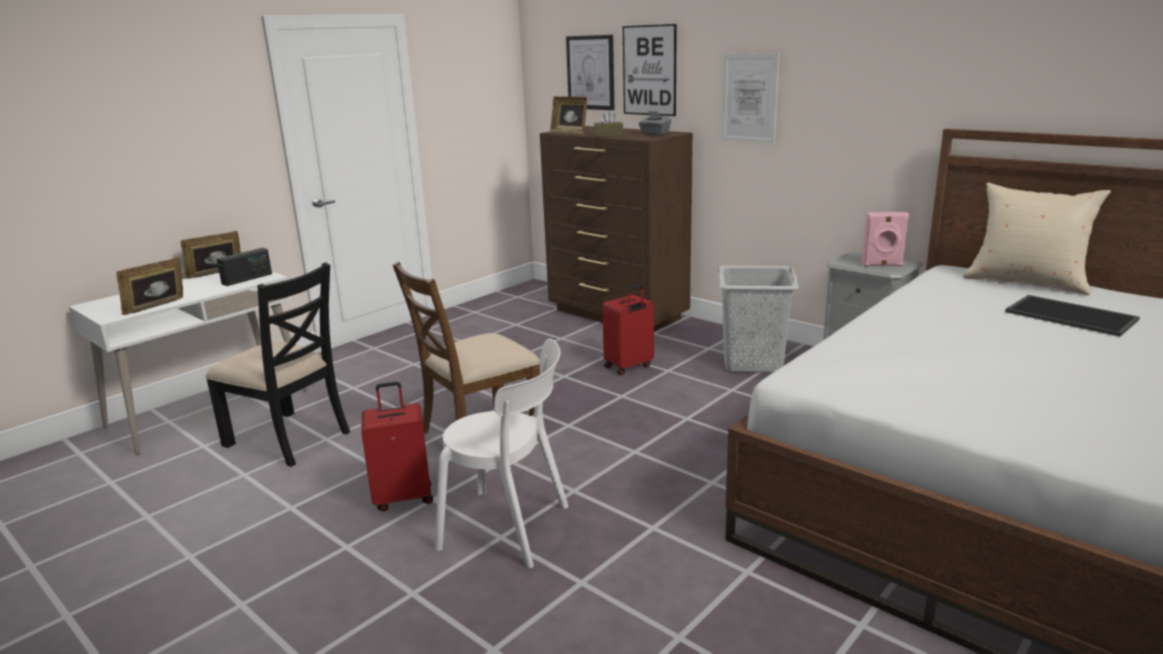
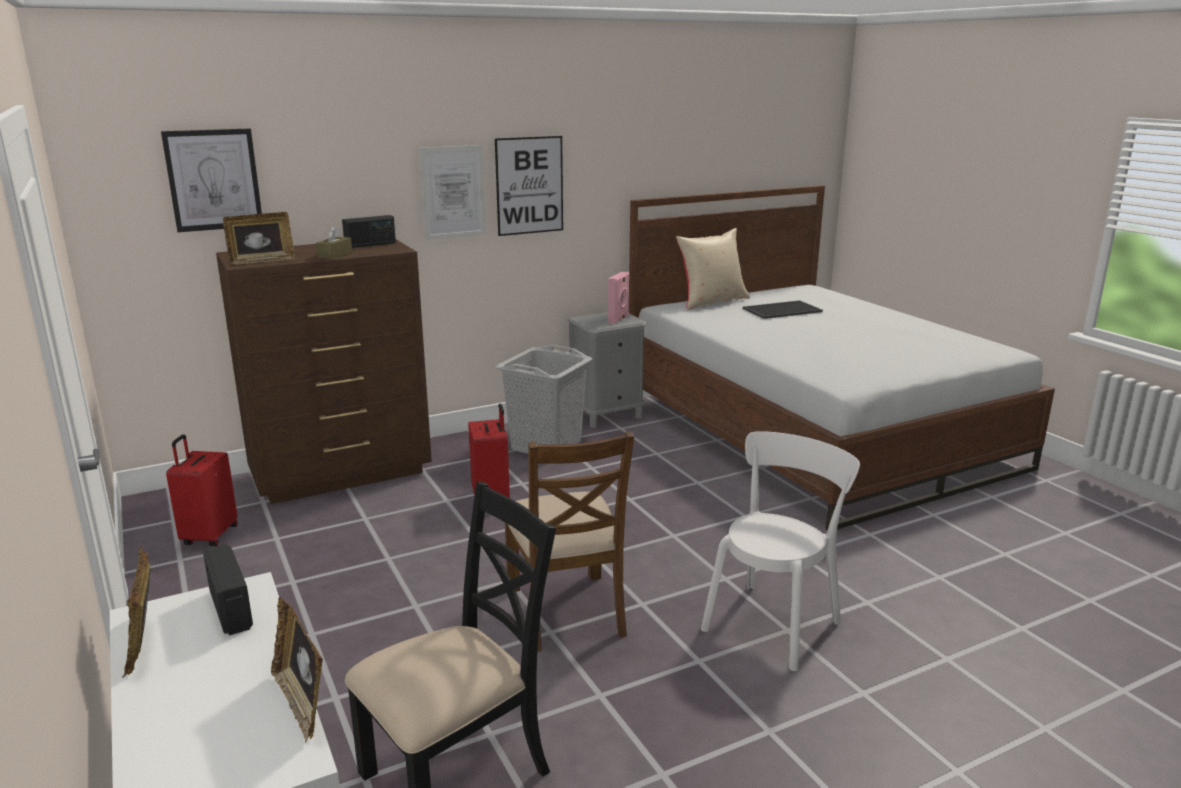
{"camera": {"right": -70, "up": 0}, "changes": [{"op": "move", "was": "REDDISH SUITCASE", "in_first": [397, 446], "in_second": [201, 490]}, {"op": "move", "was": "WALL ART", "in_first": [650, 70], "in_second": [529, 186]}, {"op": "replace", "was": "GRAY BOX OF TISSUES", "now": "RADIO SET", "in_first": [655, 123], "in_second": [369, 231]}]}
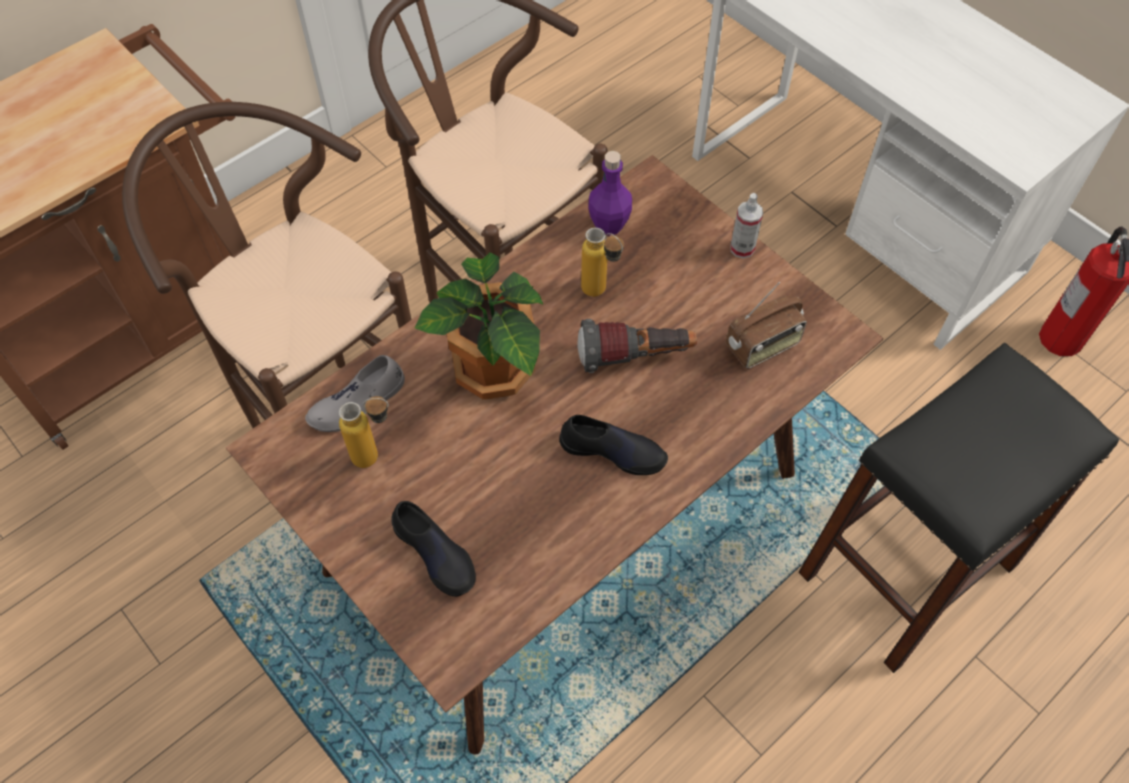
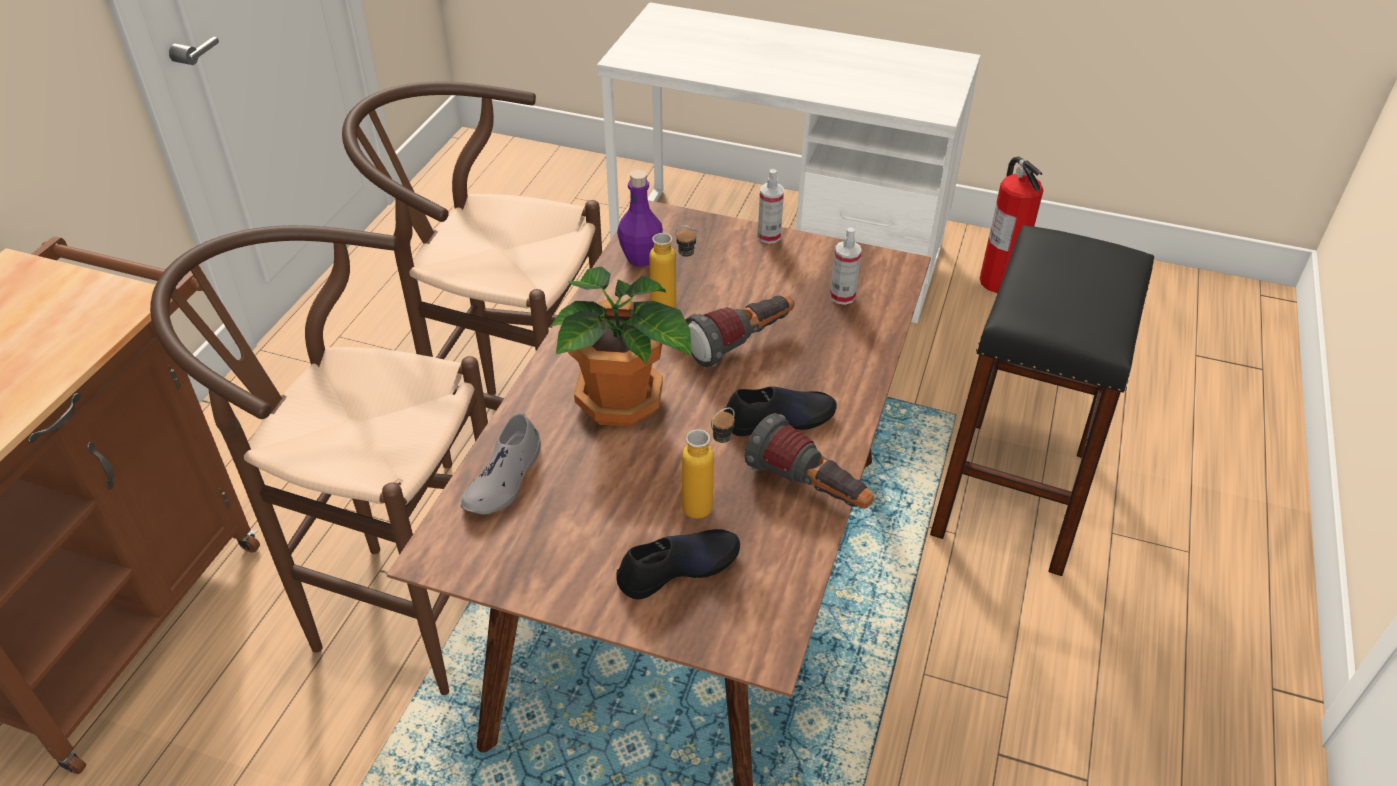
{"camera": {"right": -30, "up": -15}, "changes": [{"op": "move", "was": "DRINK BOTTLE", "in_first": [364, 432], "in_second": [708, 463]}, {"op": "rotate", "was": "BLACK LOW SHOE", "in_first": [433, 549], "in_second": [678, 564], "clockwise": -45}, {"op": "replace", "was": "RADIO SET", "now": "SPRAYER", "in_first": [766, 325], "in_second": [846, 266]}, {"op": "insert", "now": "FLASHLIGHT", "in_second": [809, 461]}]}
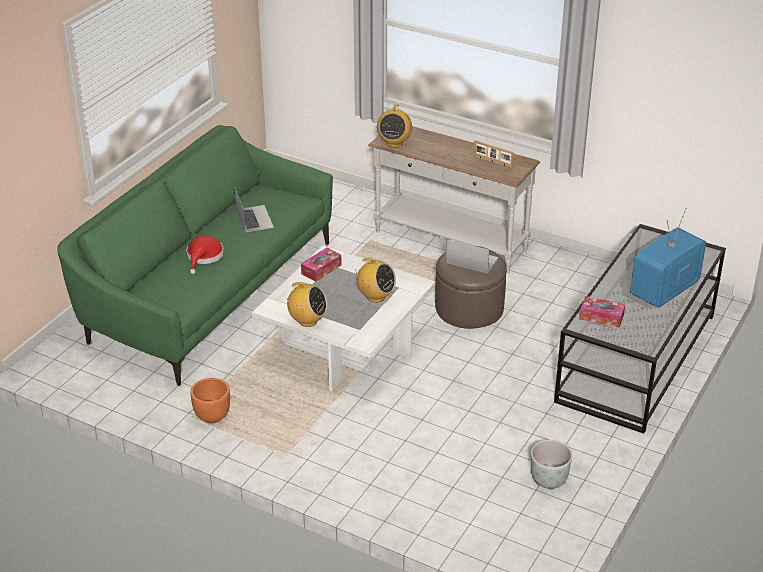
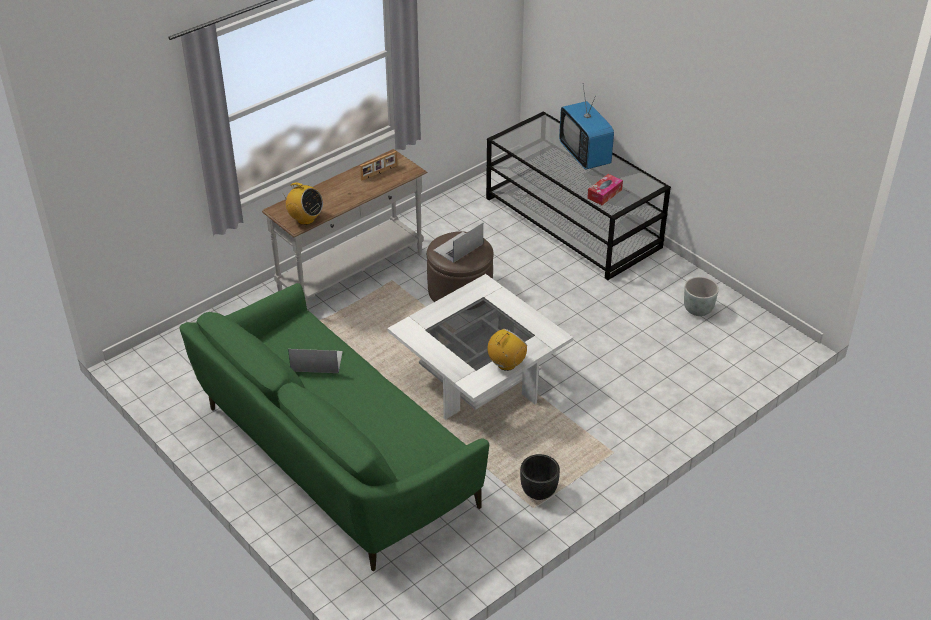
{"camera": {"right": -70, "up": 5}, "changes": [{"op": "delete", "was": "REDDISH WEARABLE HAT", "in_first": [205, 254]}, {"op": "recolor", "was": "ORANGE-COLOURED PLANTER", "now": "BLACK PLANTER", "in_first": [210, 401], "in_second": [540, 477]}, {"op": "delete", "was": "BOX OF TISSUES", "in_first": [321, 265]}, {"op": "delete", "was": "RADIO SET", "in_first": [375, 280]}]}
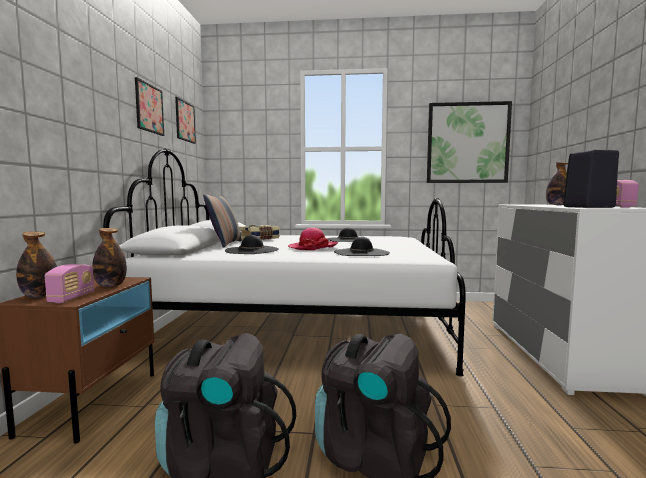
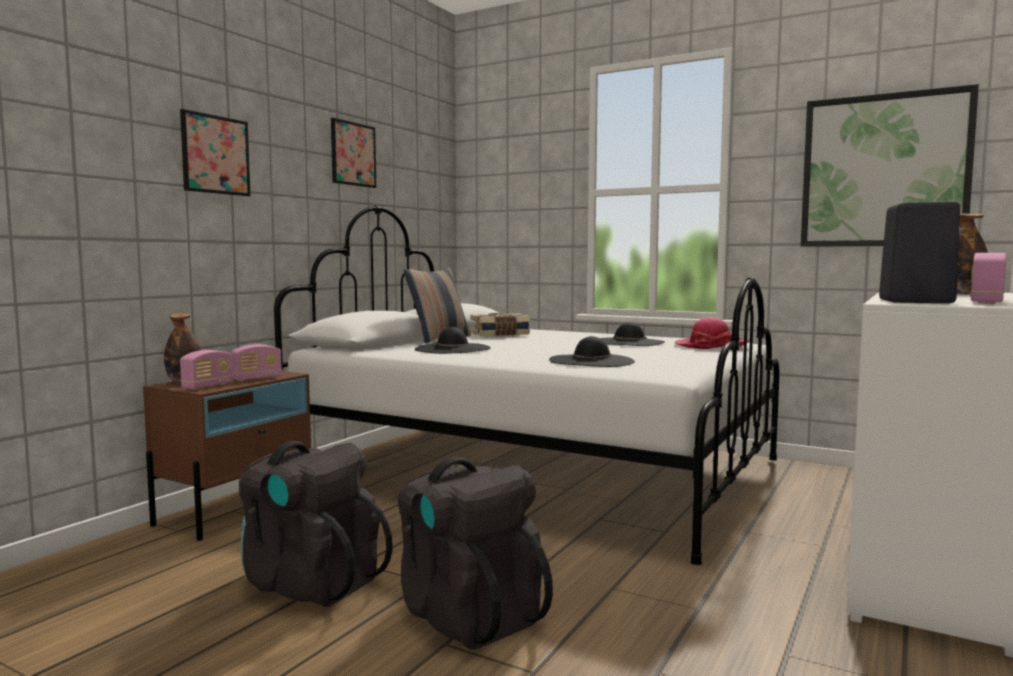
{"camera": {"right": 25, "up": 0}, "changes": [{"op": "replace", "was": "DRINK BOTTLE", "now": "RADIO SET", "in_first": [109, 257], "in_second": [256, 362]}, {"op": "move", "was": "WALL ART", "in_first": [185, 120], "in_second": [215, 152]}, {"op": "move", "was": "WEARABLE HAT", "in_first": [313, 239], "in_second": [712, 333]}]}
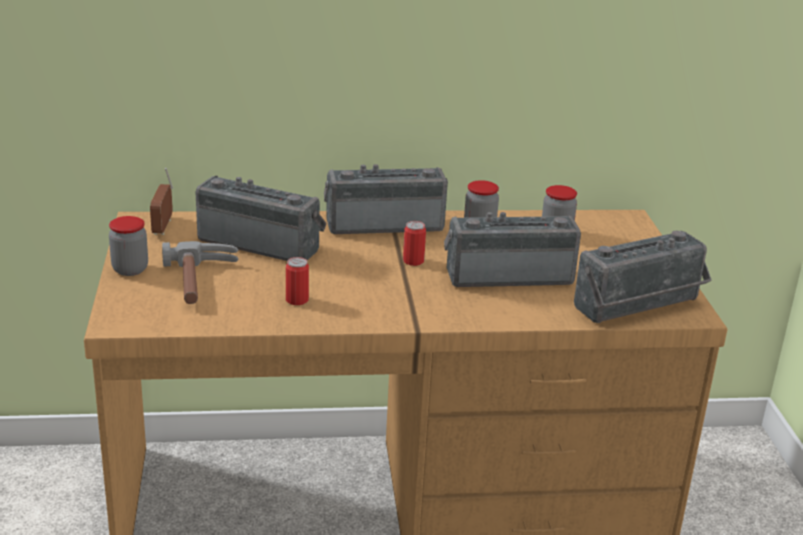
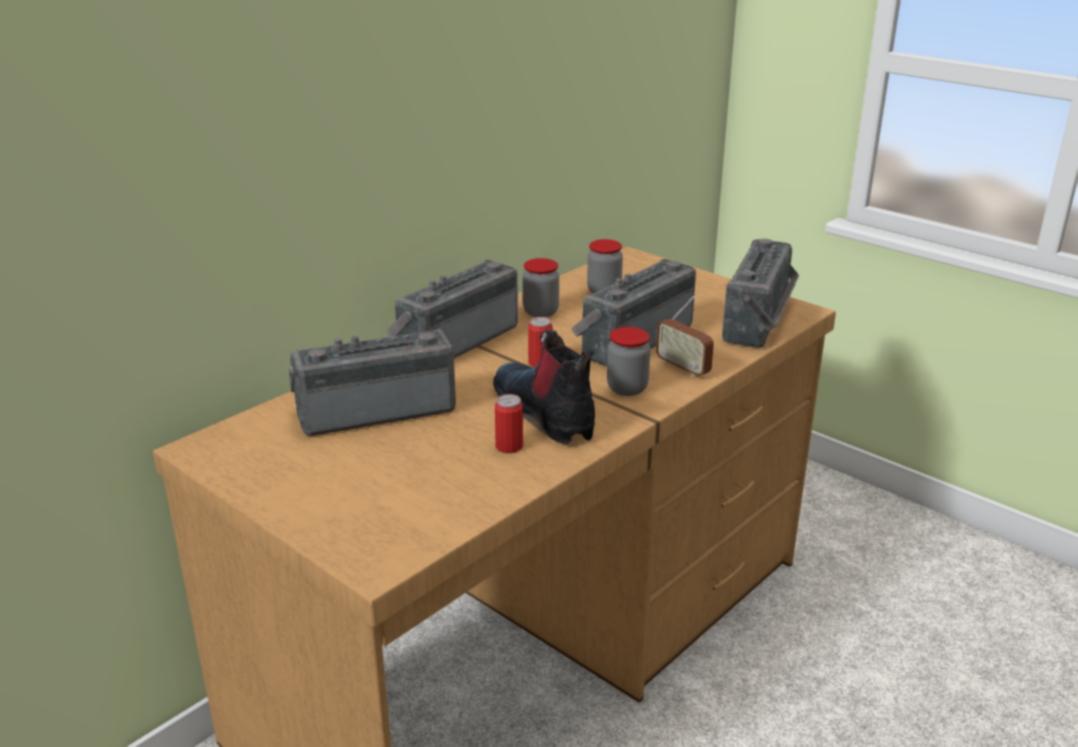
{"camera": {"right": -40, "up": 0}, "changes": [{"op": "move", "was": "STORAGE JAR", "in_first": [128, 246], "in_second": [629, 361]}, {"op": "move", "was": "RADIO SET", "in_first": [161, 201], "in_second": [685, 336]}, {"op": "delete", "was": "HAMMER", "in_first": [200, 272]}, {"op": "insert", "now": "BOOT", "in_second": [544, 387]}]}
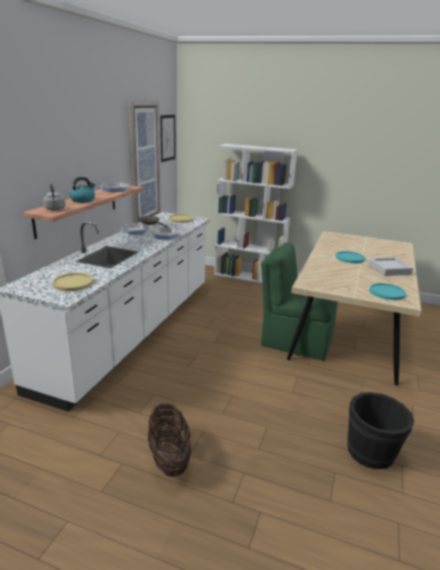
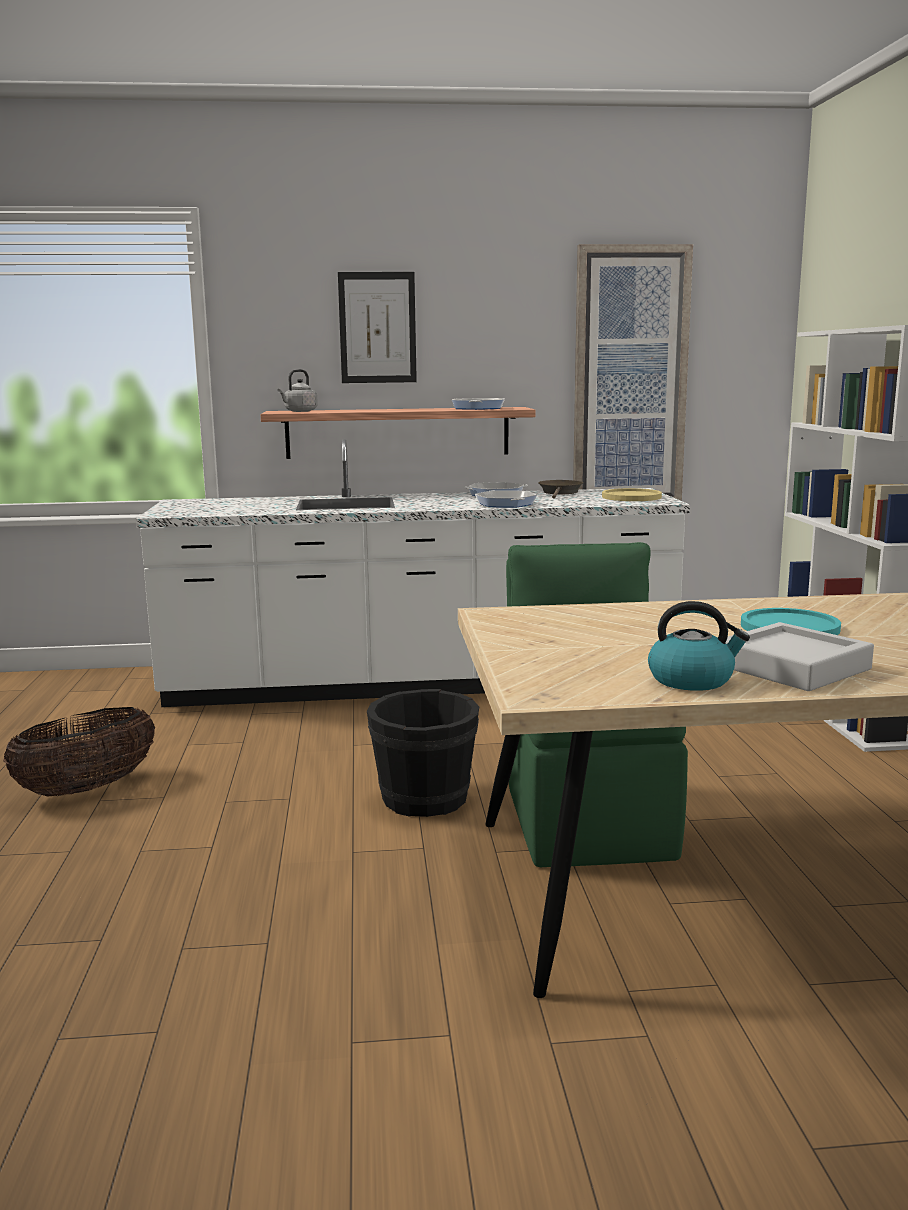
{"camera": {"right": 65, "up": -10}, "changes": [{"op": "delete", "was": "YELLOW PLATE", "in_first": [72, 282]}, {"op": "move", "was": "KETTLE", "in_first": [82, 190], "in_second": [699, 646]}, {"op": "move", "was": "WALL ART", "in_first": [167, 138], "in_second": [377, 327]}, {"op": "move", "was": "BLACK BUCKET", "in_first": [380, 430], "in_second": [423, 753]}, {"op": "delete", "was": "TURQUOISE-COLOURED PLATE", "in_first": [387, 291]}]}
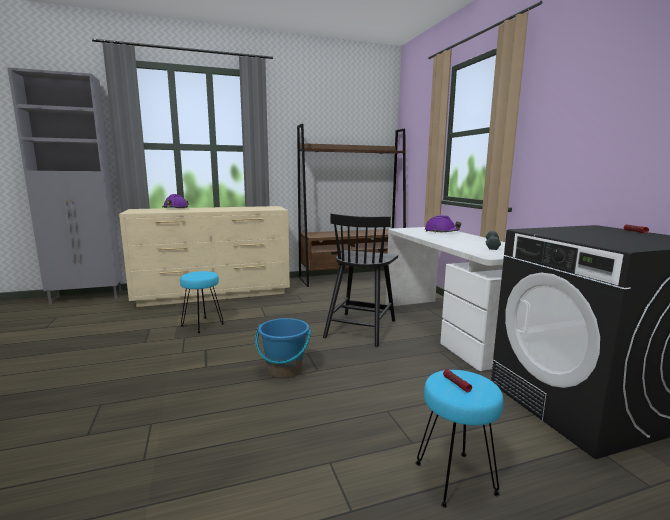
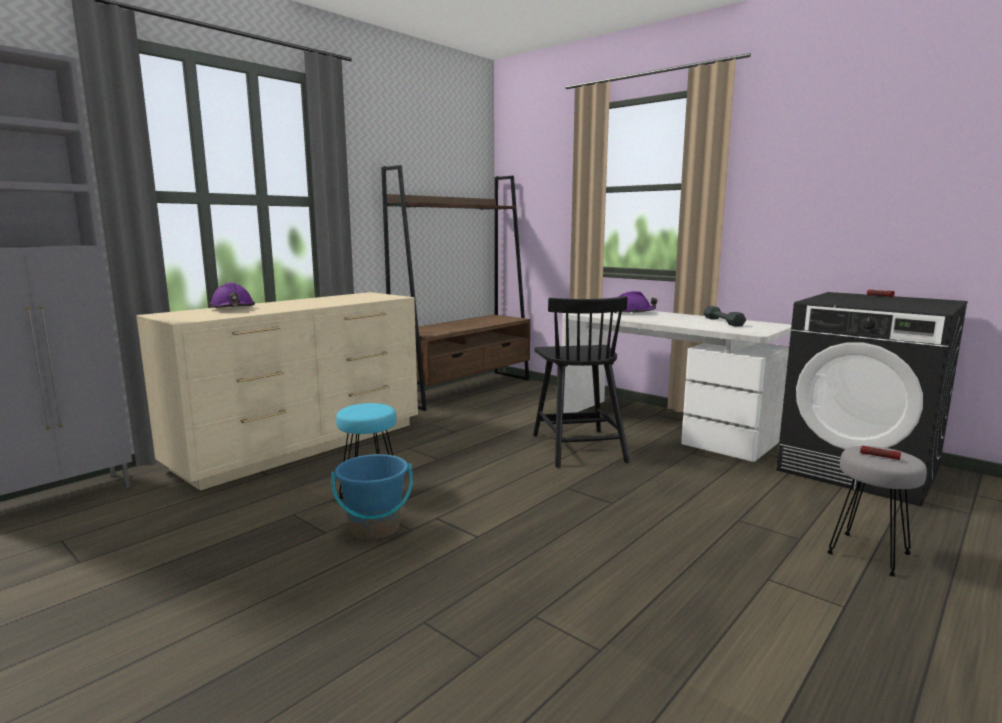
{"camera": {"right": -30, "up": 0}, "changes": [{"op": "move", "was": "BLUE-COLOURED BUCKET", "in_first": [283, 348], "in_second": [372, 497]}, {"op": "recolor", "was": "TURQUOISE-COLOURED SITTING STOOL", "now": "GRAY SITTING STOOL", "in_first": [460, 439], "in_second": [877, 511]}]}
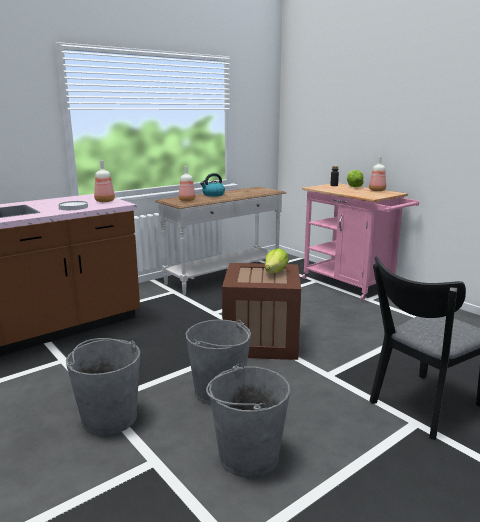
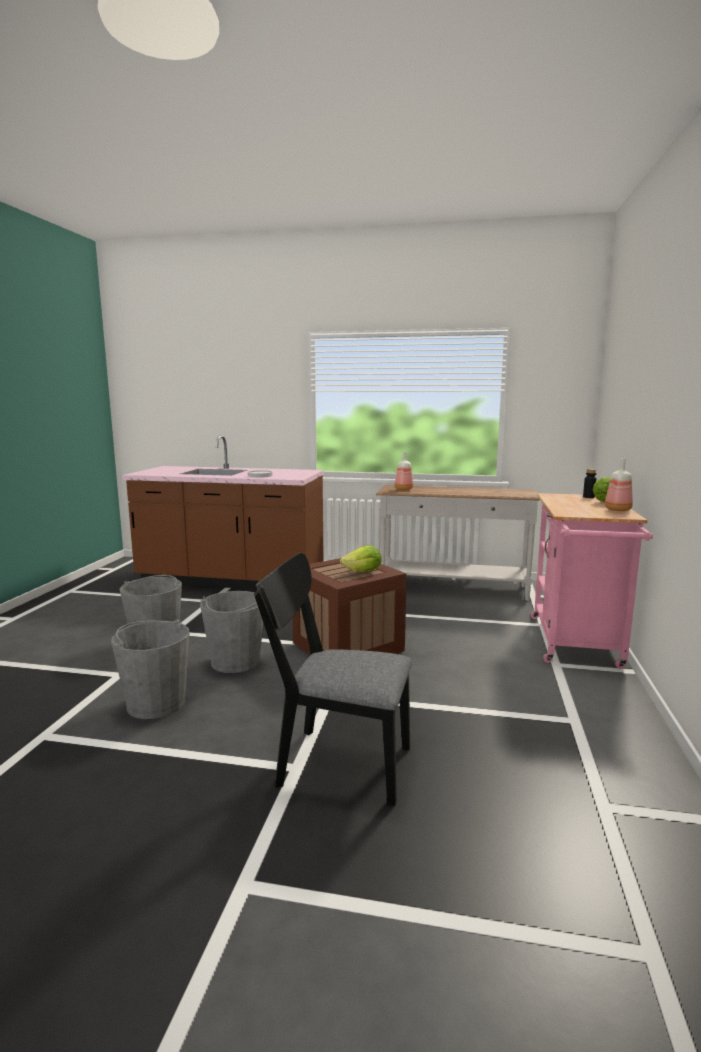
{"camera": {"right": 50, "up": -5}, "changes": [{"op": "delete", "was": "DRINK BOTTLE", "in_first": [104, 181]}, {"op": "delete", "was": "KETTLE", "in_first": [212, 185]}]}
